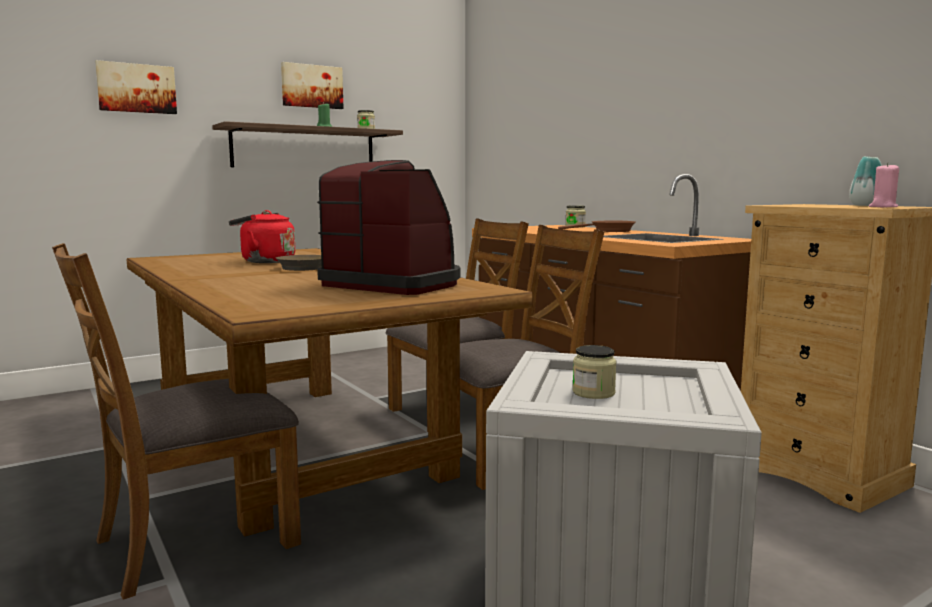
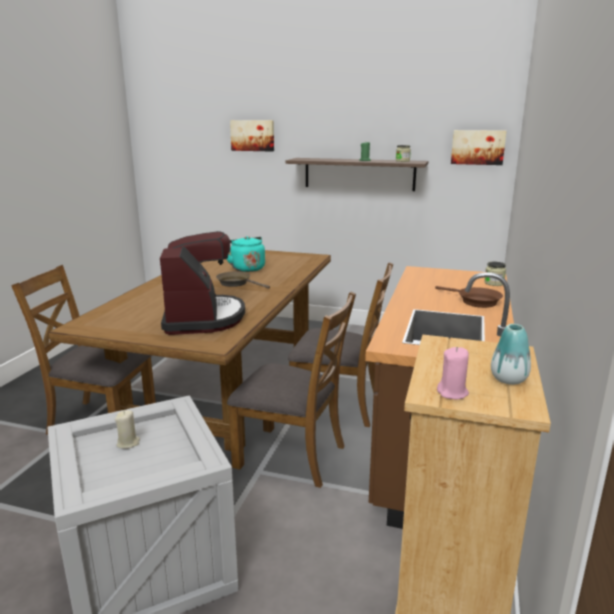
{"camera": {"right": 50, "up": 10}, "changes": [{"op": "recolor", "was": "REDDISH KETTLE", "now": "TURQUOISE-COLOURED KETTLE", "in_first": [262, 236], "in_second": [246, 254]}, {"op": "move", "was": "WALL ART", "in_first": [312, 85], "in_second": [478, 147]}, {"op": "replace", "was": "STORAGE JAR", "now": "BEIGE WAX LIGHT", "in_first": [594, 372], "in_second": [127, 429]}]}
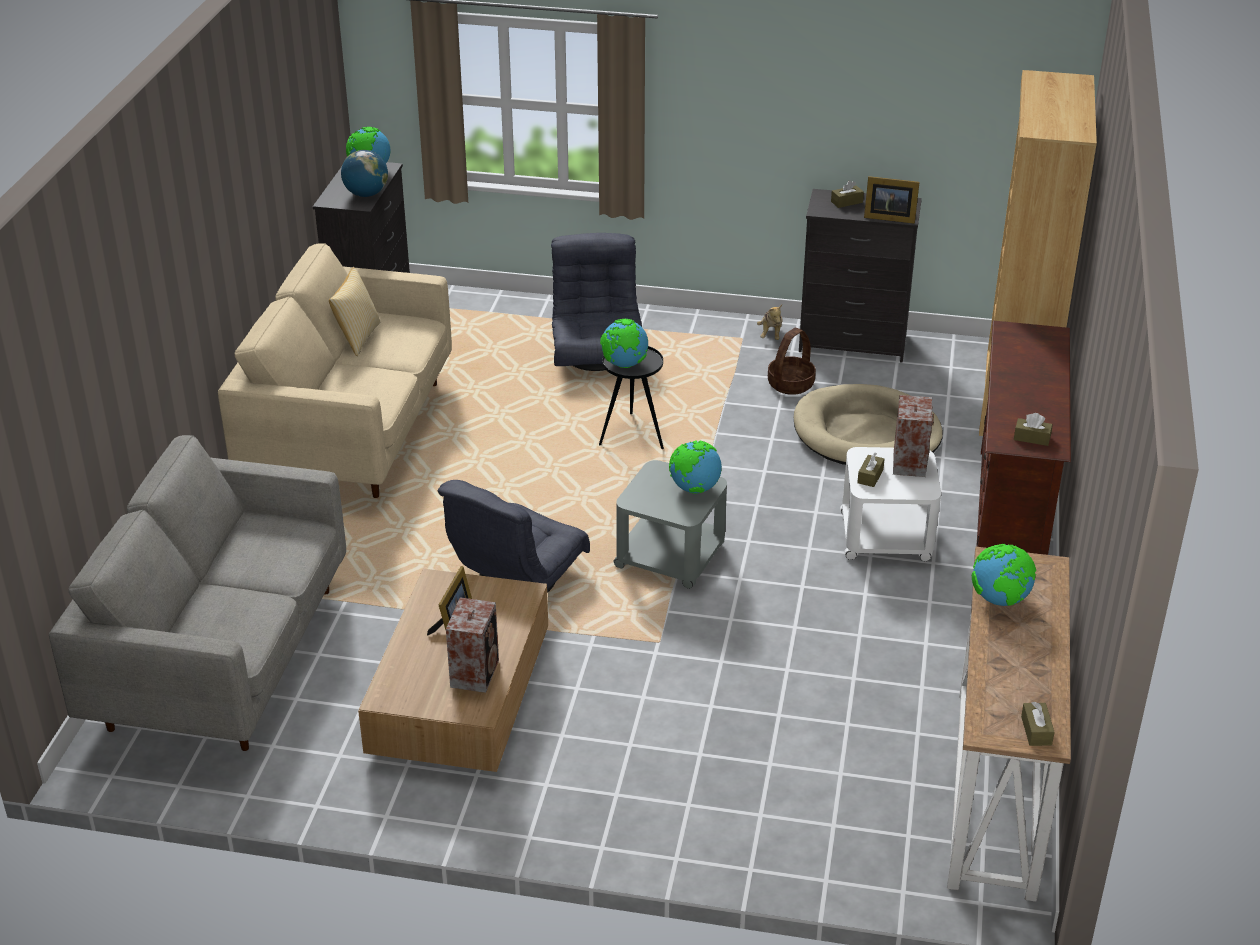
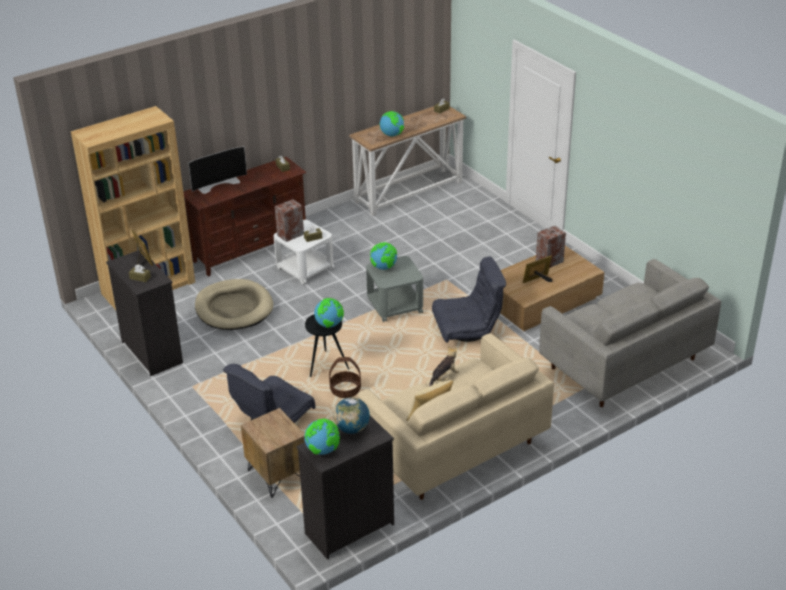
{"camera": {"right": -135, "up": 0}, "changes": [{"op": "move", "was": "PLUSH TOY", "in_first": [769, 322], "in_second": [444, 366]}, {"op": "move", "was": "HOUSEHOLD BASKET", "in_first": [792, 361], "in_second": [345, 377]}, {"op": "insert", "now": "TV SET", "in_second": [217, 170]}, {"op": "insert", "now": "BROWN NIGHTSTAND", "in_second": [273, 453]}]}
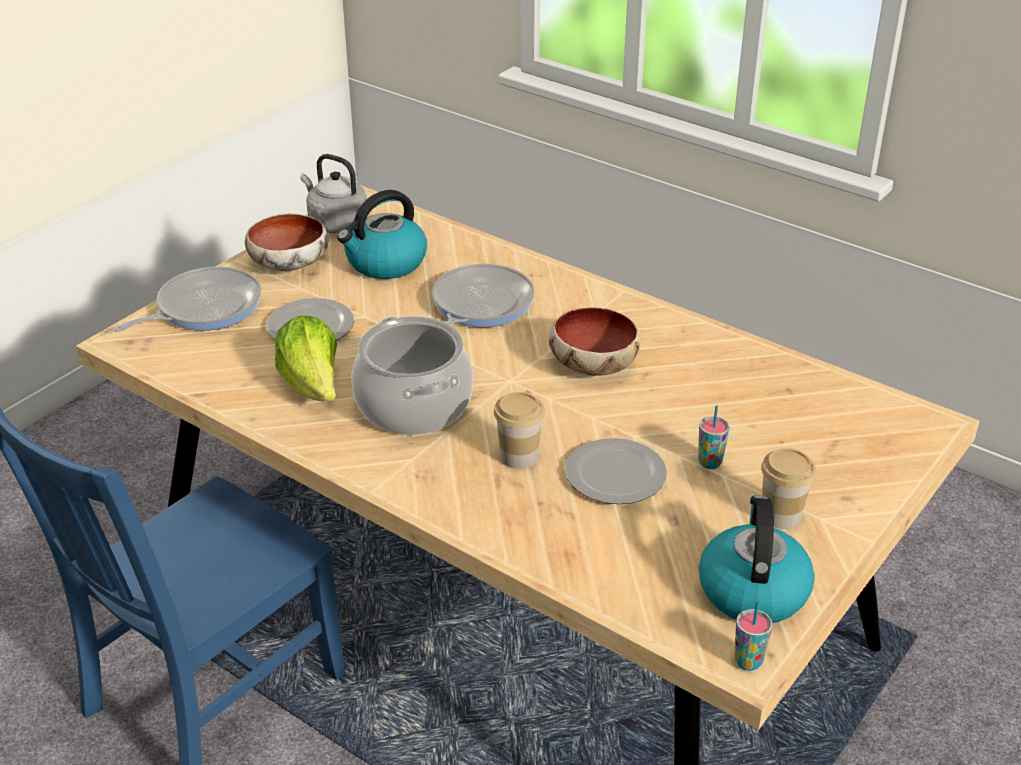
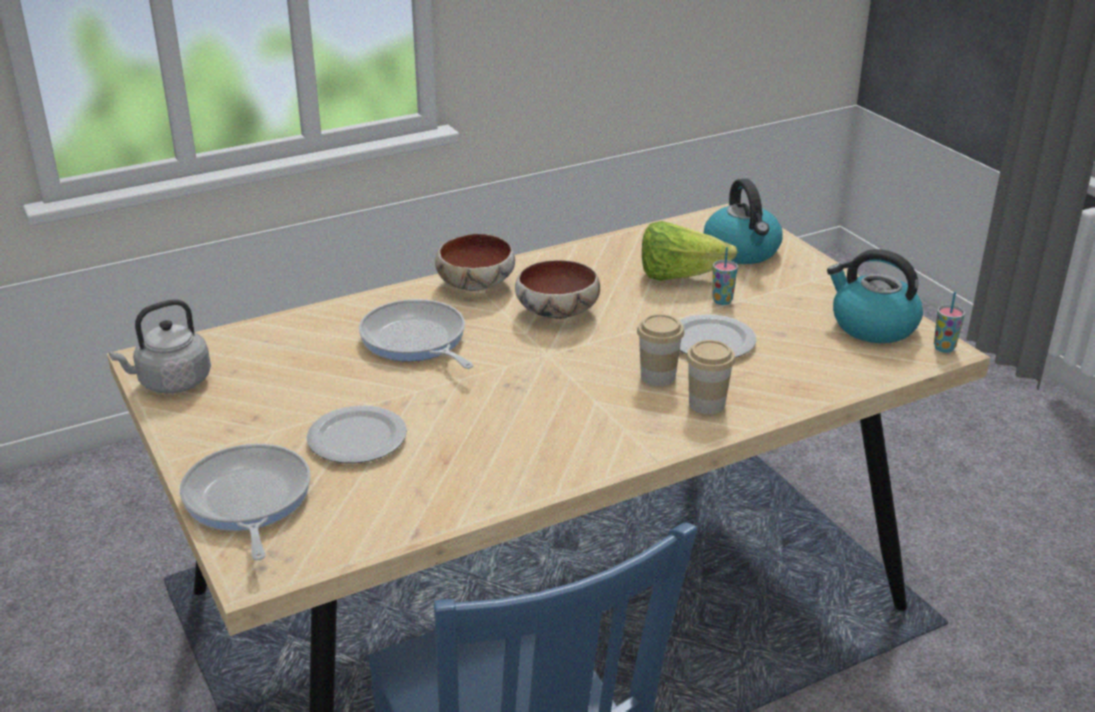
{"camera": {"right": -65, "up": -5}, "changes": [{"op": "move", "was": "DEEP DISH", "in_first": [287, 242], "in_second": [475, 262]}, {"op": "move", "was": "LETTUCE", "in_first": [306, 359], "in_second": [689, 251]}, {"op": "move", "was": "KETTLE", "in_first": [382, 234], "in_second": [743, 221]}, {"op": "delete", "was": "SAUCEPOT", "in_first": [412, 375]}, {"op": "move", "was": "SMALL CUP", "in_first": [788, 488], "in_second": [710, 377]}]}
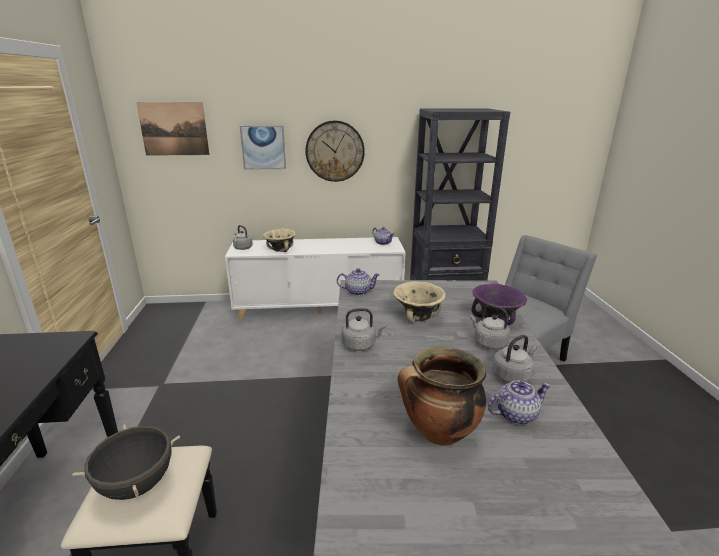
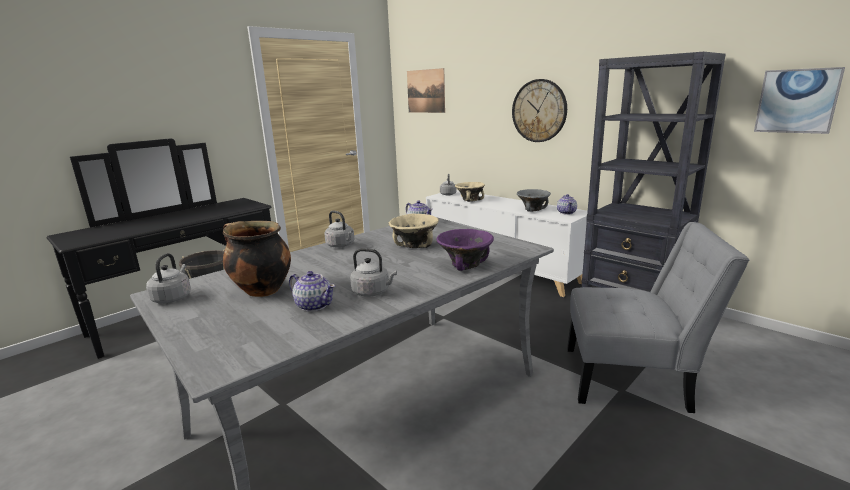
{"camera": {"right": 50, "up": -5}, "changes": [{"op": "move", "was": "WALL ART", "in_first": [263, 147], "in_second": [799, 100]}, {"op": "move", "was": "GRAY KETTLE", "in_first": [490, 327], "in_second": [168, 278]}, {"op": "insert", "now": "GRAY DEEP DISH", "in_second": [534, 200]}]}
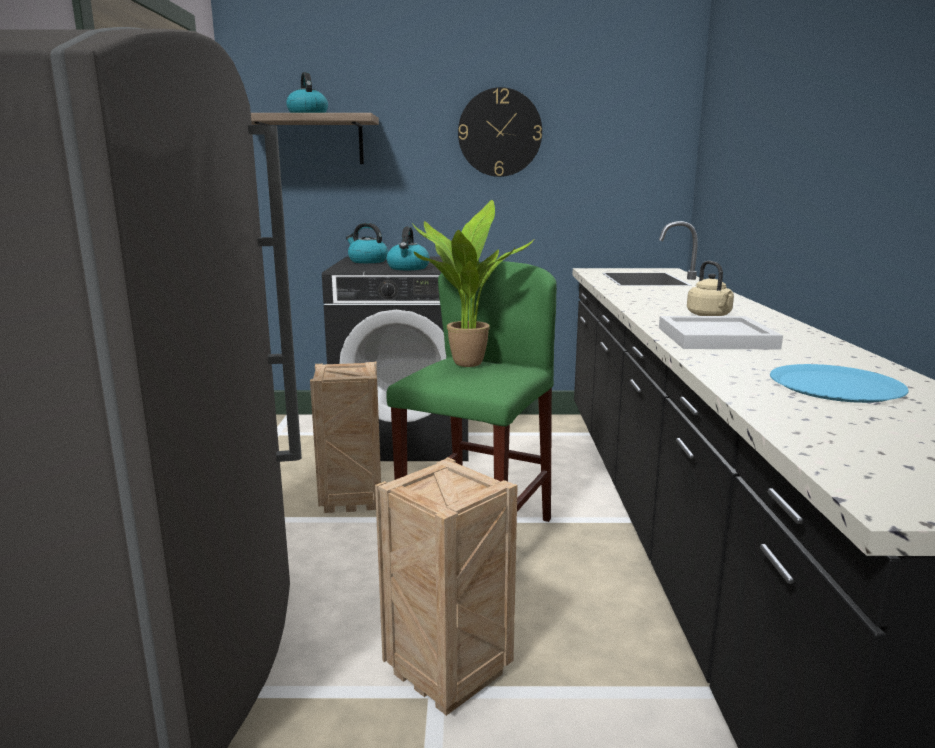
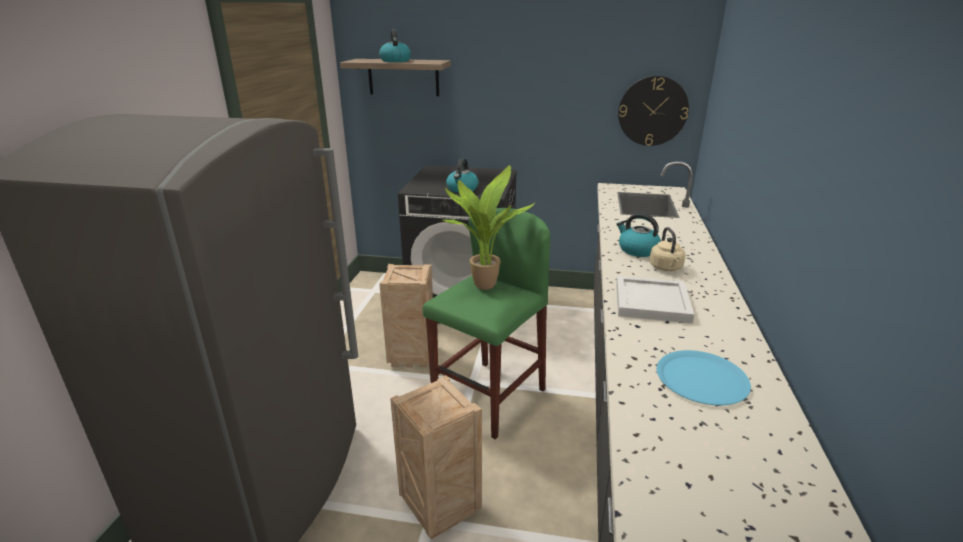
{"camera": {"right": 10, "up": 10}, "changes": [{"op": "move", "was": "KETTLE", "in_first": [367, 243], "in_second": [639, 235]}, {"op": "move", "was": "HANGING CLOCK", "in_first": [500, 132], "in_second": [653, 111]}]}
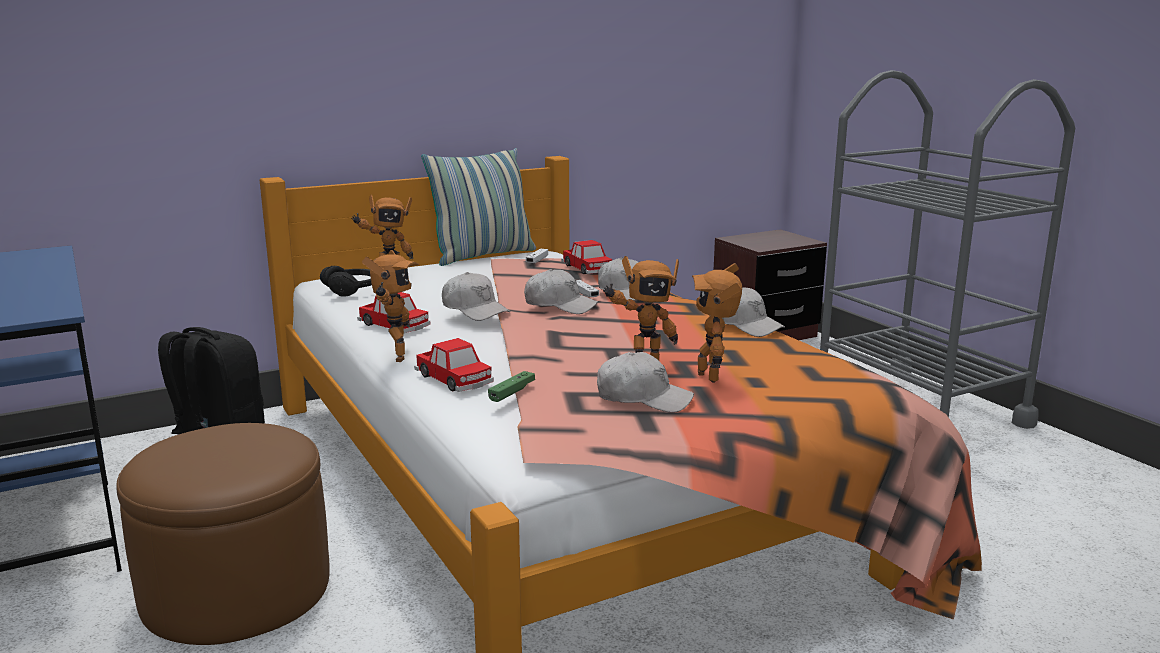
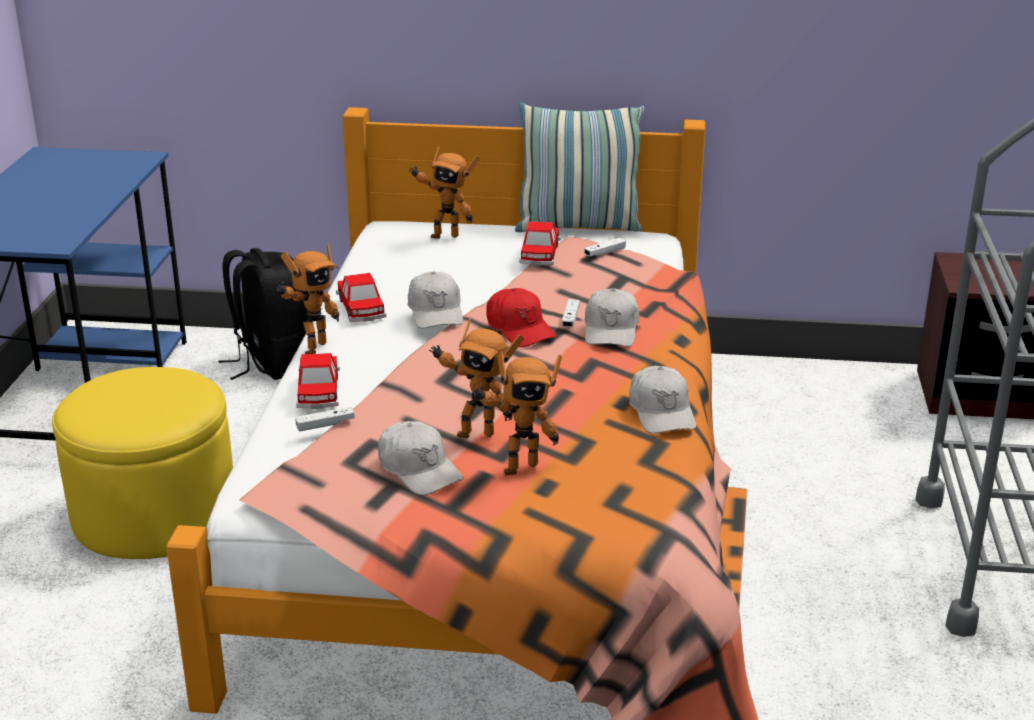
{"camera": {"right": 35, "up": 10}, "changes": [{"op": "recolor", "was": "BROWN FOOTREST", "now": "YELLOW FOOTREST", "in_first": [223, 534], "in_second": [142, 463]}, {"op": "delete", "was": "BLACK HEADSET", "in_first": [346, 281]}, {"op": "recolor", "was": "GREEN-COLOURED JOYPAD", "now": "WHITISH JOYPAD", "in_first": [511, 386], "in_second": [325, 418]}, {"op": "recolor", "was": "WHITISH CAP", "now": "REDDISH CAP", "in_first": [561, 291], "in_second": [521, 317]}, {"op": "move", "was": "MODEL CAR", "in_first": [587, 257], "in_second": [540, 243]}, {"op": "rotate", "was": "ROBOT FIGURE", "in_first": [717, 323], "in_second": [517, 413], "clockwise": -135}]}
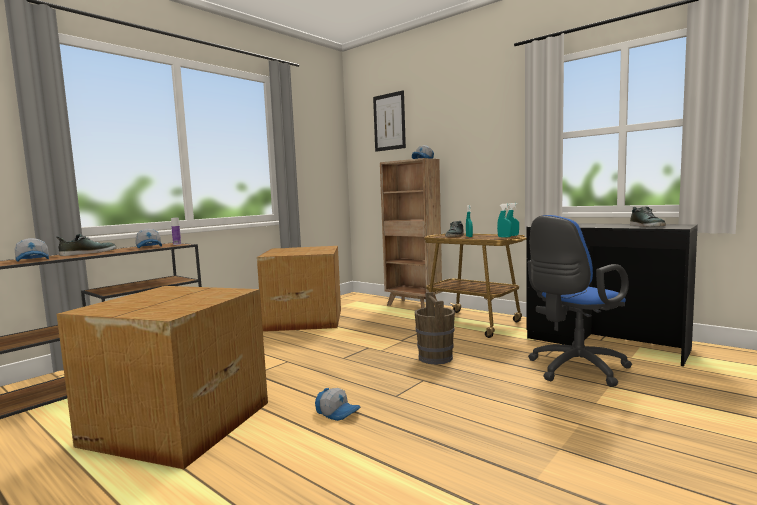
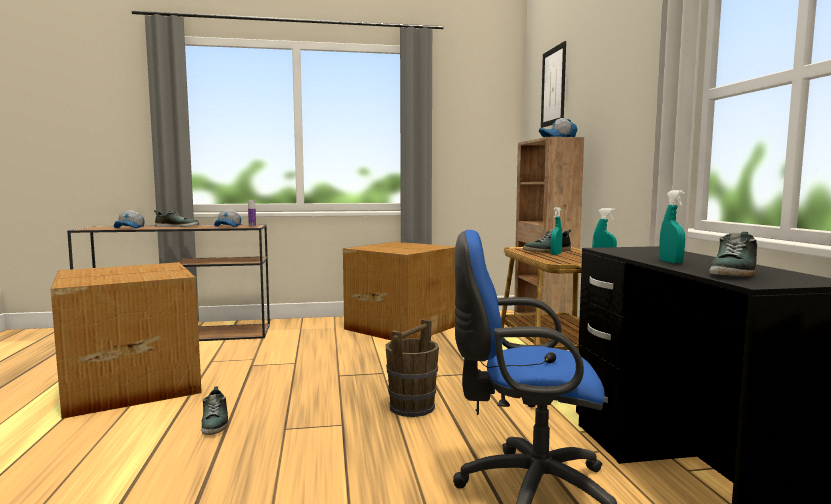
{"camera": {"right": 40, "up": 0}, "changes": [{"op": "replace", "was": "CAP", "now": "LOW SHOE", "in_first": [337, 404], "in_second": [214, 410]}, {"op": "move", "was": "TURQUOISE-COLOURED SPRAYER", "in_first": [504, 221], "in_second": [672, 226]}]}
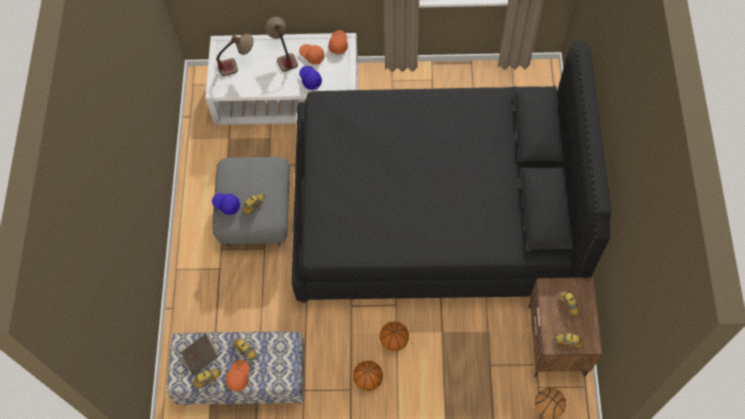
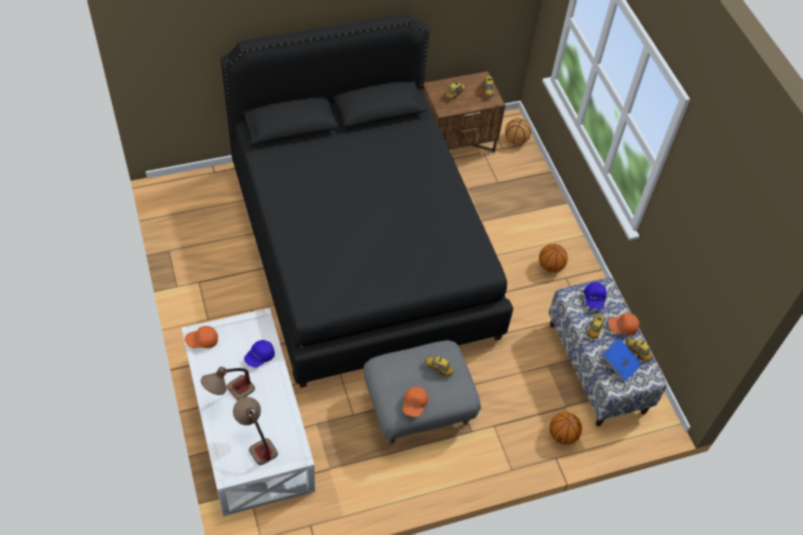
{"camera": {"right": -115, "up": -10}, "changes": [{"op": "recolor", "was": "BROWN BOOK", "now": "BLUE-COLOURED BOOK", "in_first": [200, 354], "in_second": [621, 360]}, {"op": "move", "was": "BLUE-COLOURED CAP", "in_first": [226, 204], "in_second": [595, 295]}, {"op": "move", "was": "ORANGE-COLOURED CAP", "in_first": [311, 54], "in_second": [415, 402]}, {"op": "move", "was": "BASKETBALL BALL", "in_first": [394, 336], "in_second": [566, 428]}]}
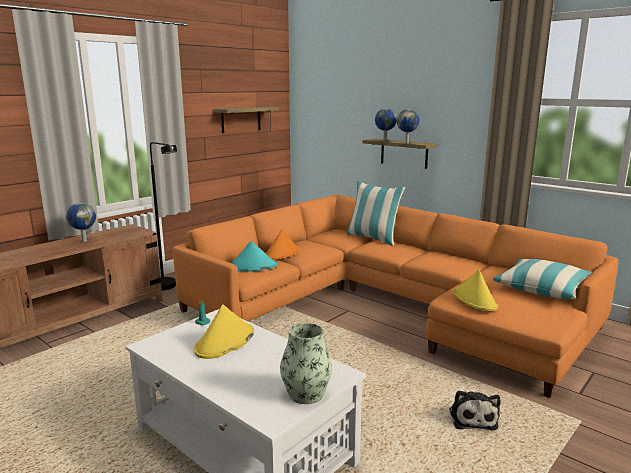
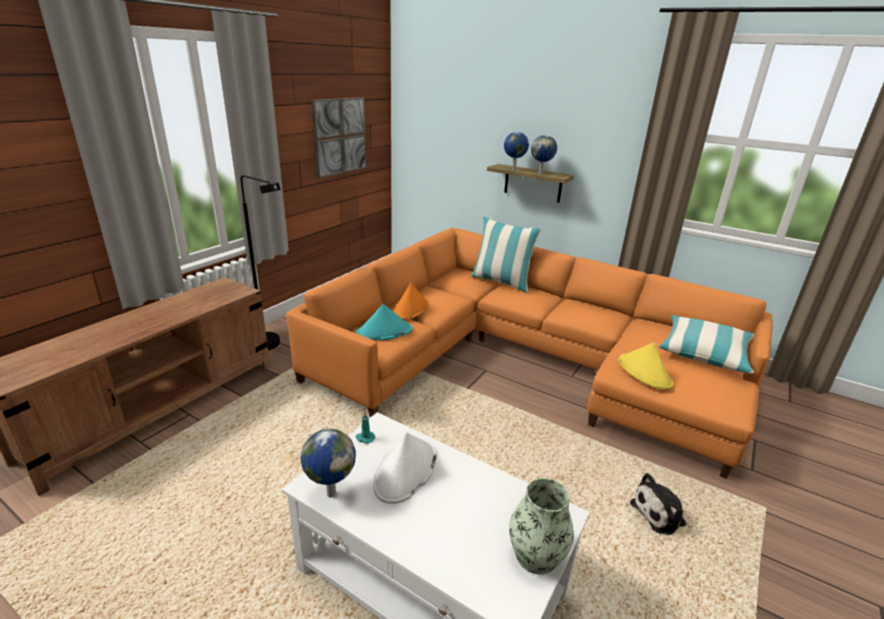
{"camera": {"right": -10, "up": 10}, "changes": [{"op": "move", "was": "DESK GLOBE", "in_first": [81, 222], "in_second": [328, 463]}, {"op": "recolor", "was": "YELLOW WEARABLE HAT", "now": "WHITISH WEARABLE HAT", "in_first": [224, 331], "in_second": [404, 468]}, {"op": "replace", "was": "BRACKET SHELF", "now": "WALL ART", "in_first": [246, 120], "in_second": [339, 137]}, {"op": "rotate", "was": "PLUSH TOY", "in_first": [475, 411], "in_second": [658, 504], "clockwise": 75}]}
